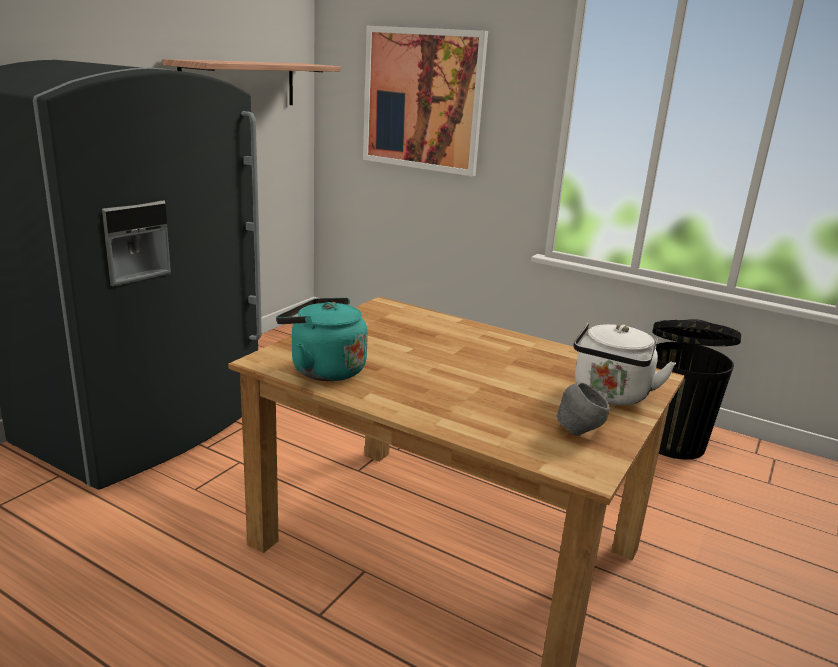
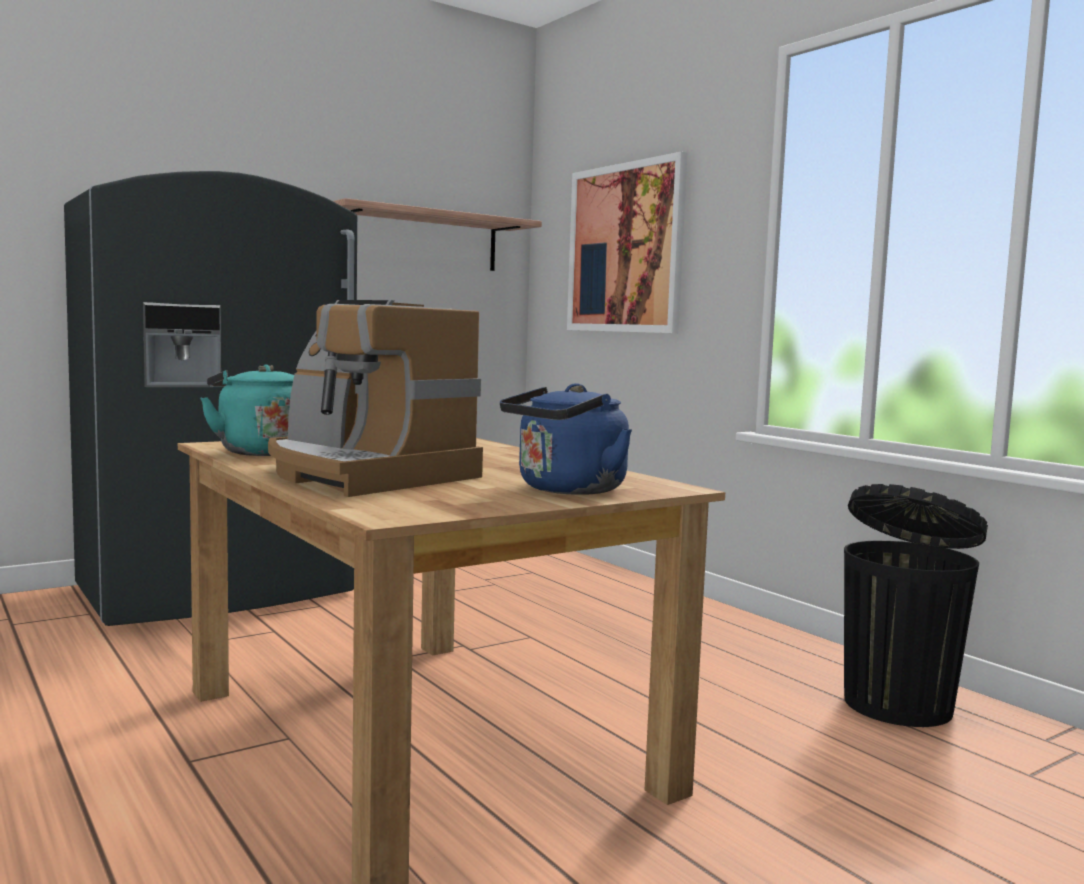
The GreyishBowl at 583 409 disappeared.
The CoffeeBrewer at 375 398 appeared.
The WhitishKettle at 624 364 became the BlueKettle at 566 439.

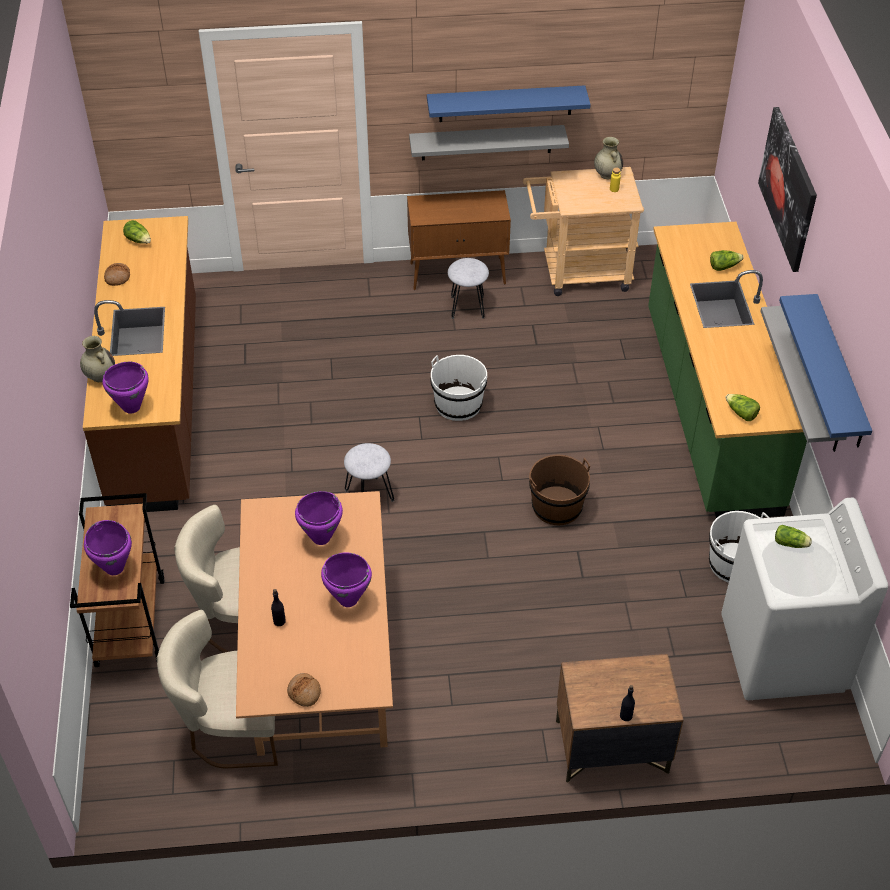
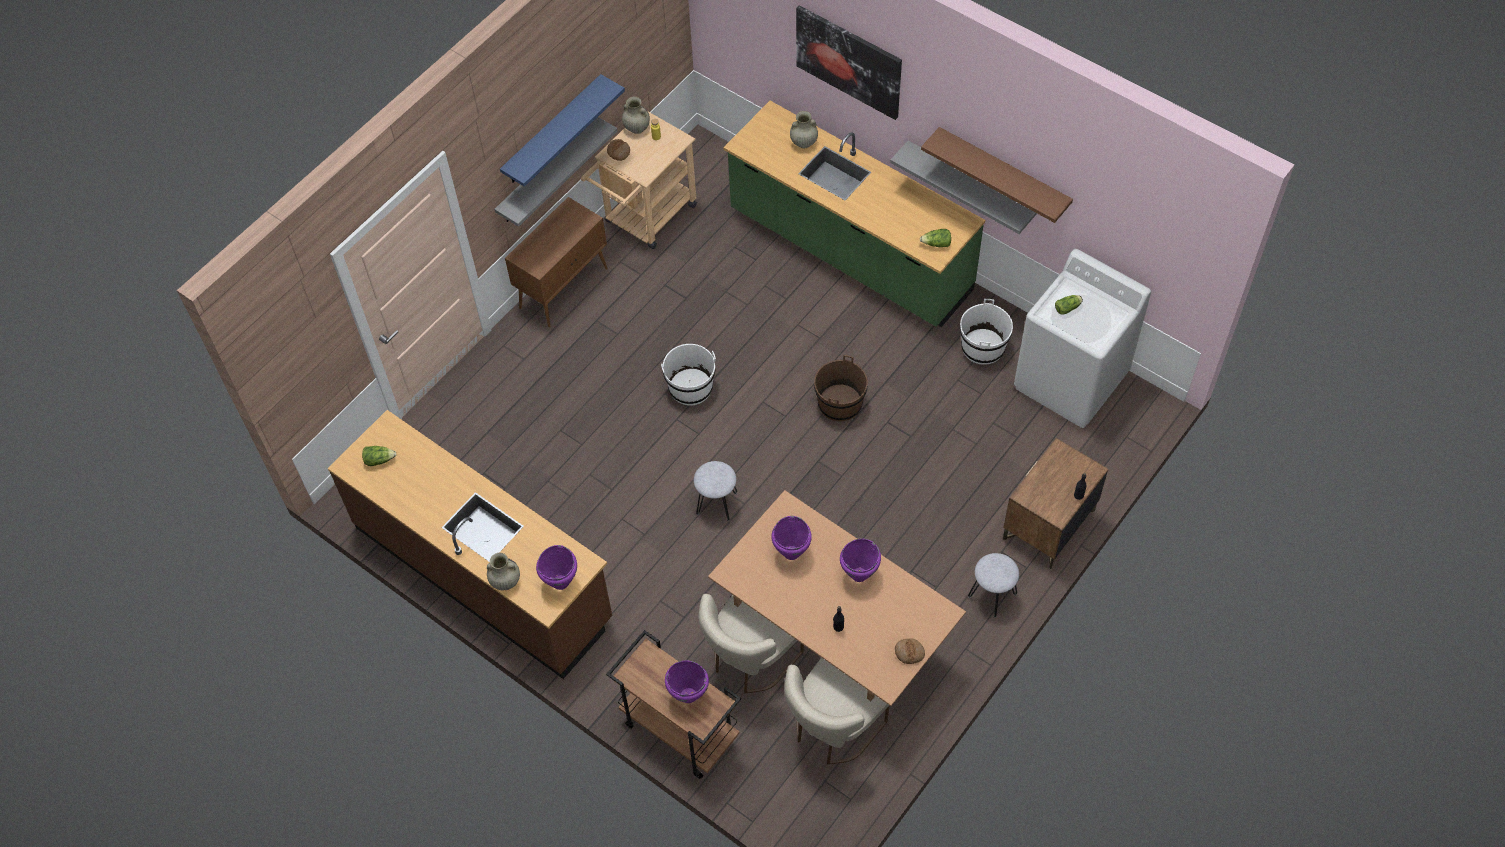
The BakeryBread moved from 117 274 to 618 150.
The GreyishStoolSeat moved from 468 288 to 993 585.
The HeadOfLettuce at 727 260 was replaced by the SandColouredVase at 804 129.
The BlueWallShelf at 825 370 became the BrownColouredWallShelf at 997 175.

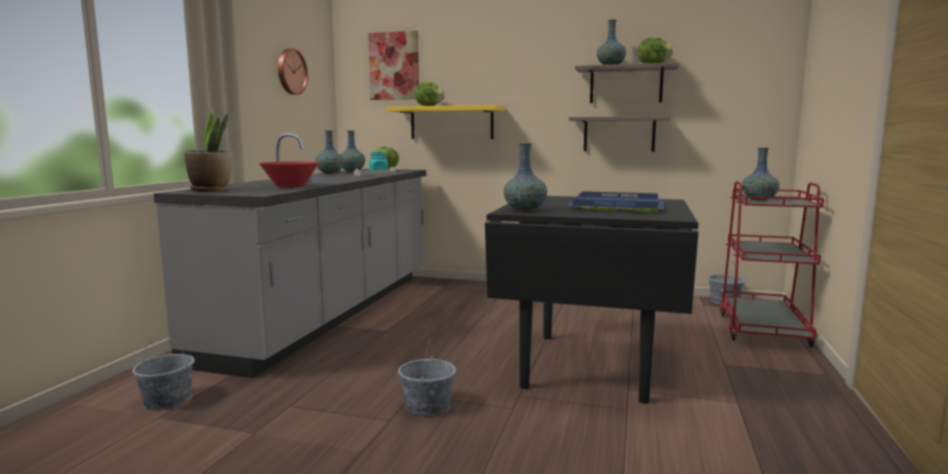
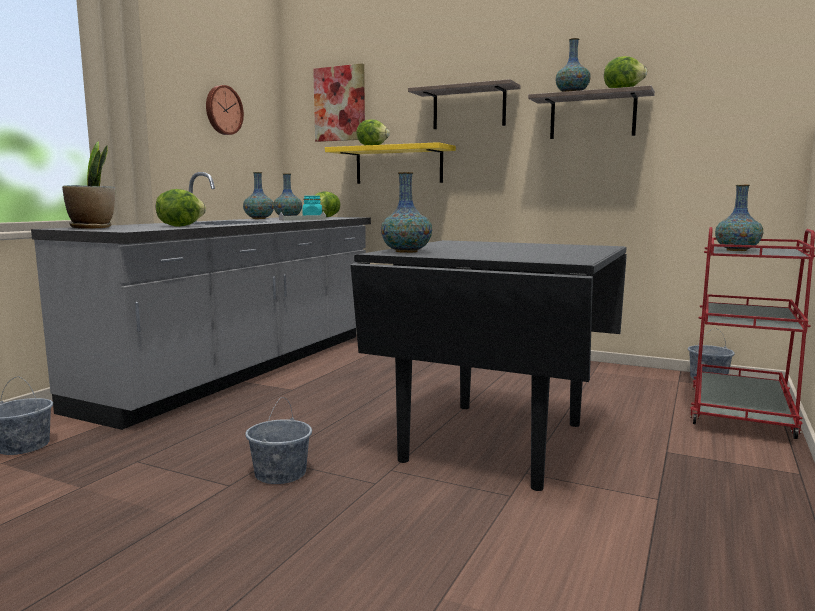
The BlueCarryingTray at 615 202 disappeared.
The WallShelf moved from 620 134 to 464 104.
The RedBowl at 289 174 was replaced by the HeadOfLettuce at 181 208.

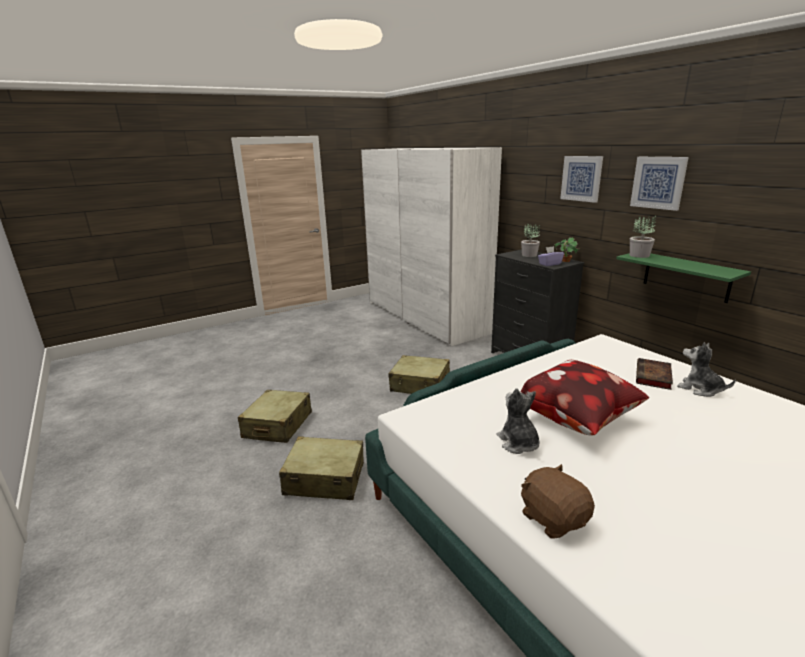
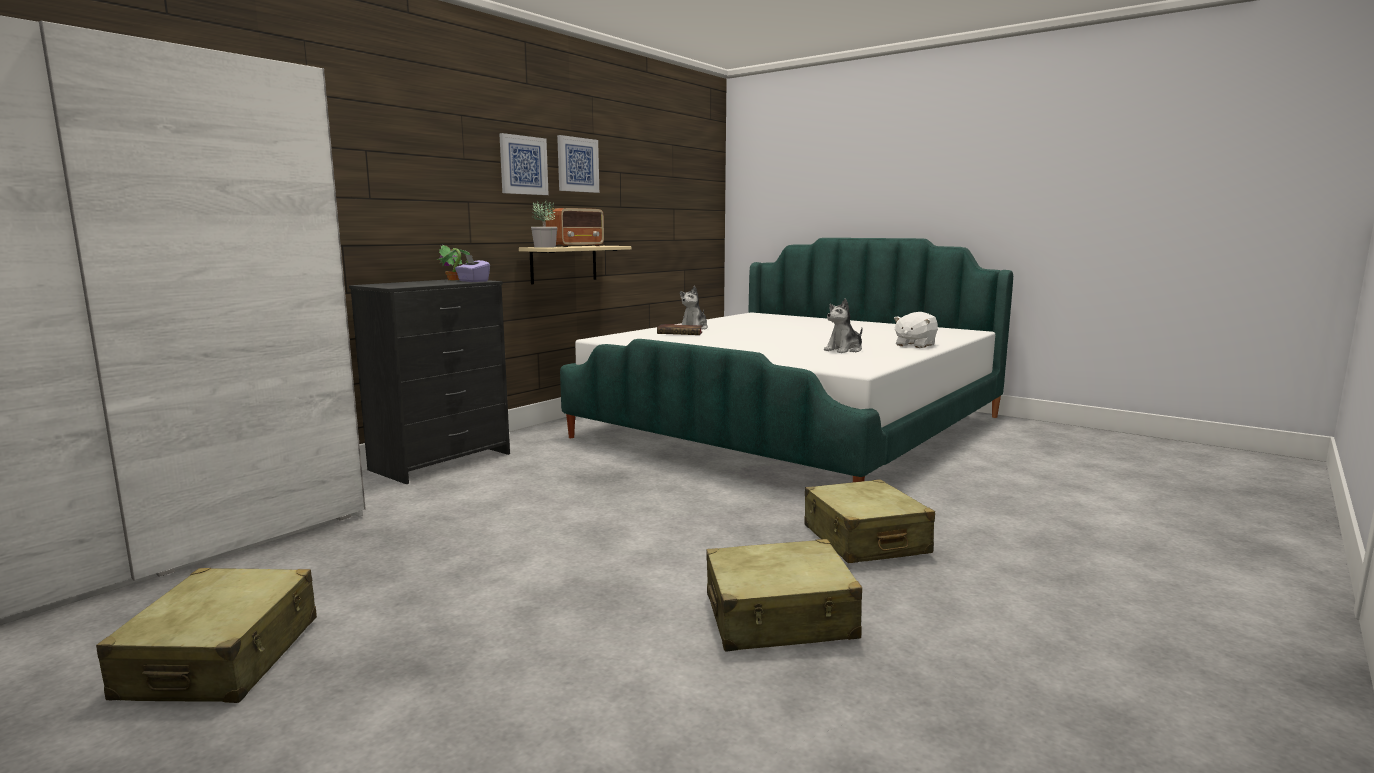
The Pillow at 584 398 disappeared.
The PottedPlant at 530 240 disappeared.
The RadioReceiver at 574 227 appeared.
The SandColouredTravelCase moved from 419 374 to 206 635.
The WallPicture moved from 581 179 to 578 164.
The BrownColouredCuddlyToy at 558 501 became the WhitishCuddlyToy at 915 330.
The GreenishWallShelf at 683 278 became the SandColouredWallShelf at 575 265.

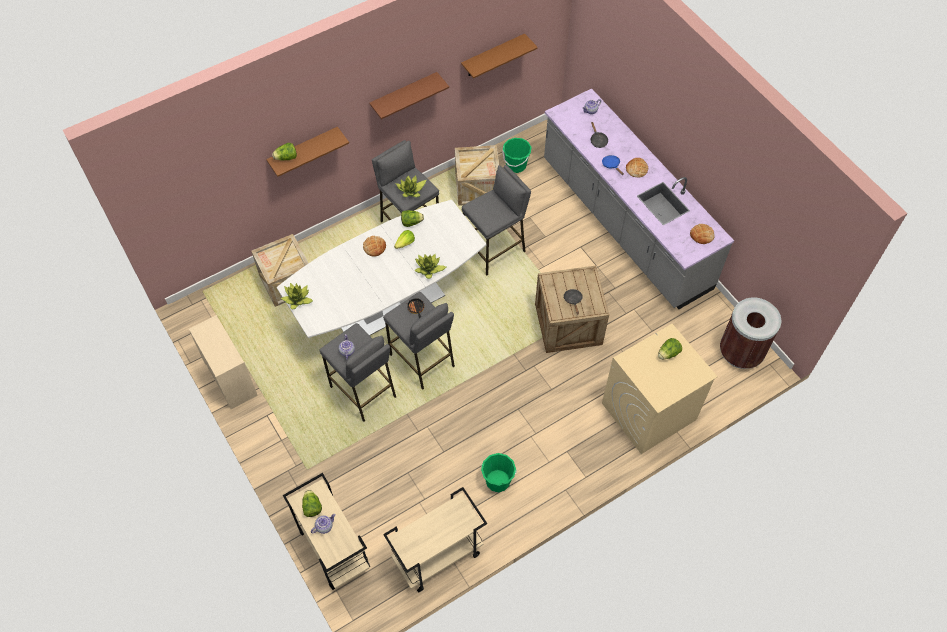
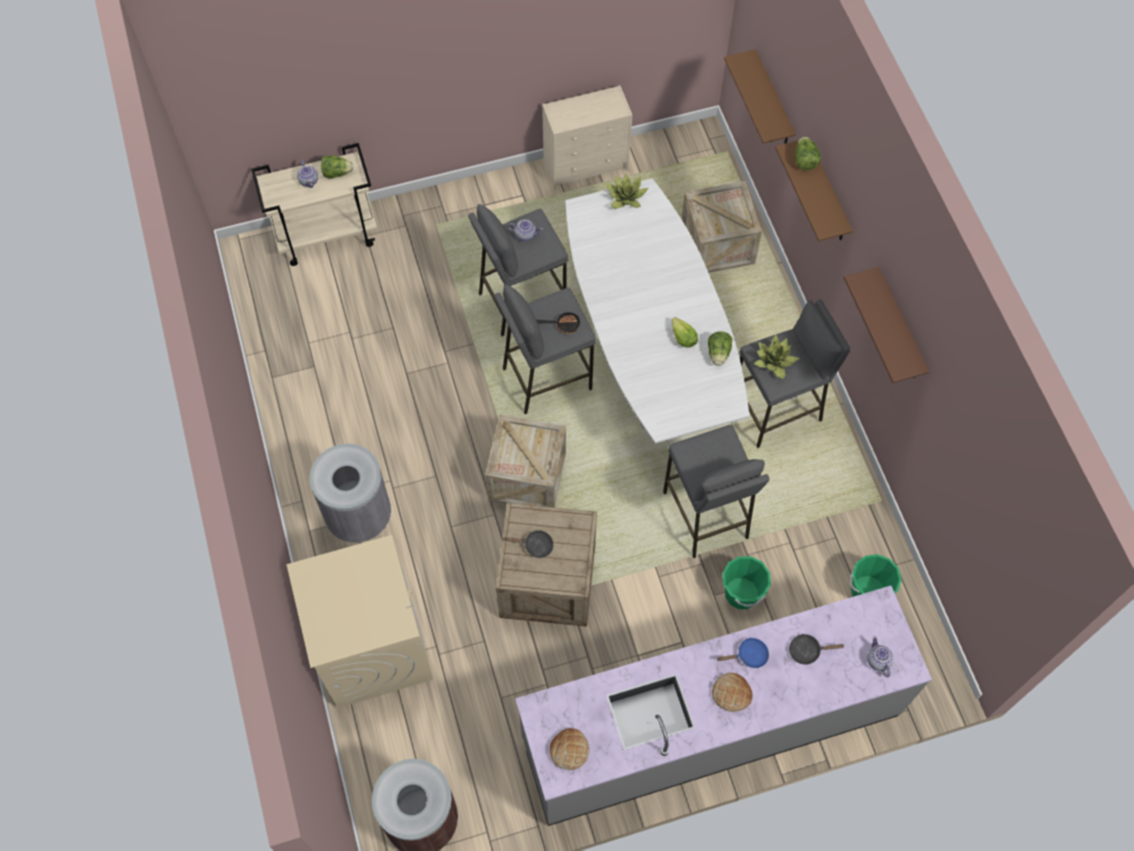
The BakeryBread at 374 246 disappeared.
The SandColouredCart at 435 540 disappeared.
The PottedPlant at 430 266 disappeared.
The HeadOfLettuce at 670 349 disappeared.
The GreyishTrashCan at 350 493 appeared.
The ShippingCrate moved from 477 175 to 525 461.
The BrownColouredWallShelf moved from 499 56 to 760 96.
The GreenishWaterBucket moved from 499 472 to 747 582.

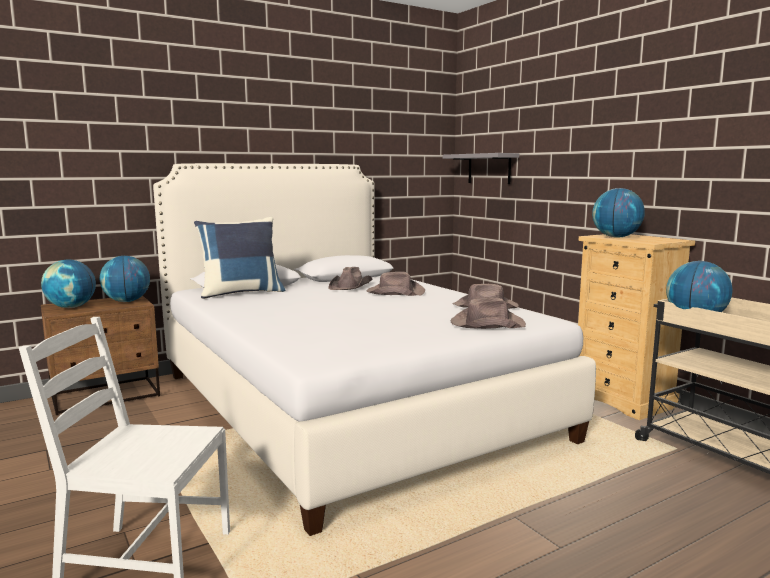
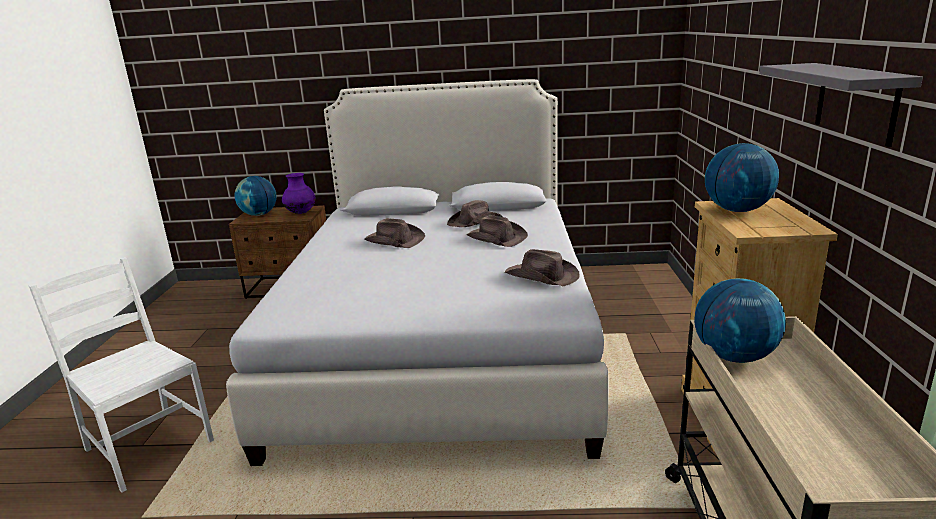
The BluePillow at 239 258 disappeared.
The GreyishWallShelf moved from 481 168 to 841 105.
The BrownColouredClothingHat moved from 488 313 to 394 233.
The DeskGlobe at 125 279 was replaced by the PurplishVase at 298 193.

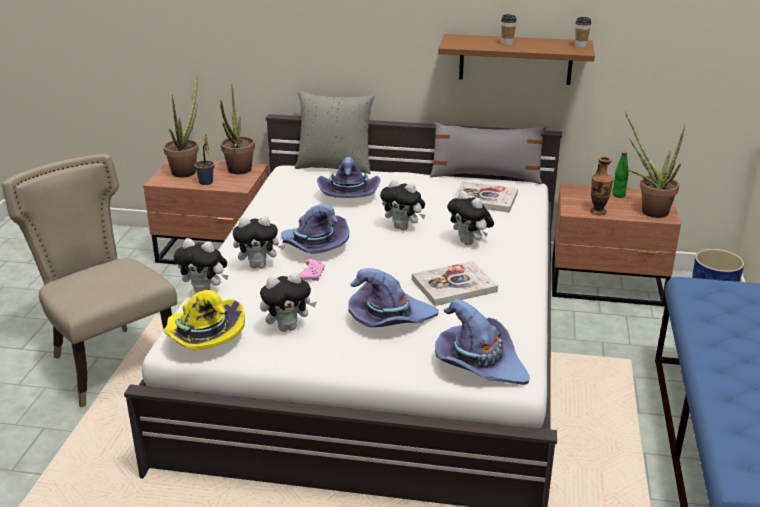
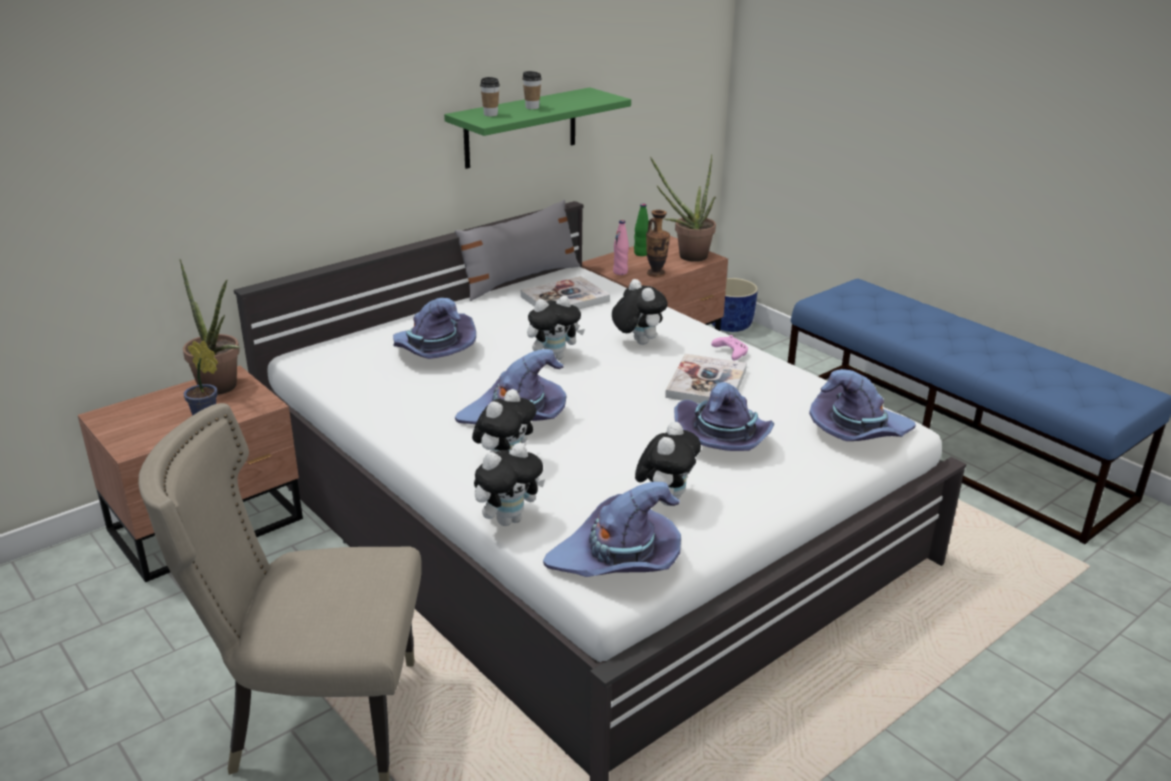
The PottedPlant at 181 127 disappeared.
The GreyishPillow at 334 132 disappeared.
The PinkishBeverageBottle at 621 247 appeared.
The PinkishJoypad moved from 312 270 to 729 347.
The SmallCup moved from 583 32 to 490 96.
The YellowishClothingHat at 204 320 became the PurplishClothingHat at 612 529.
The BrownColouredWallShelf at 516 59 became the GreenishWallShelf at 537 128.
The CuddlyToy at 470 218 turned 120 degrees counterclockwise.

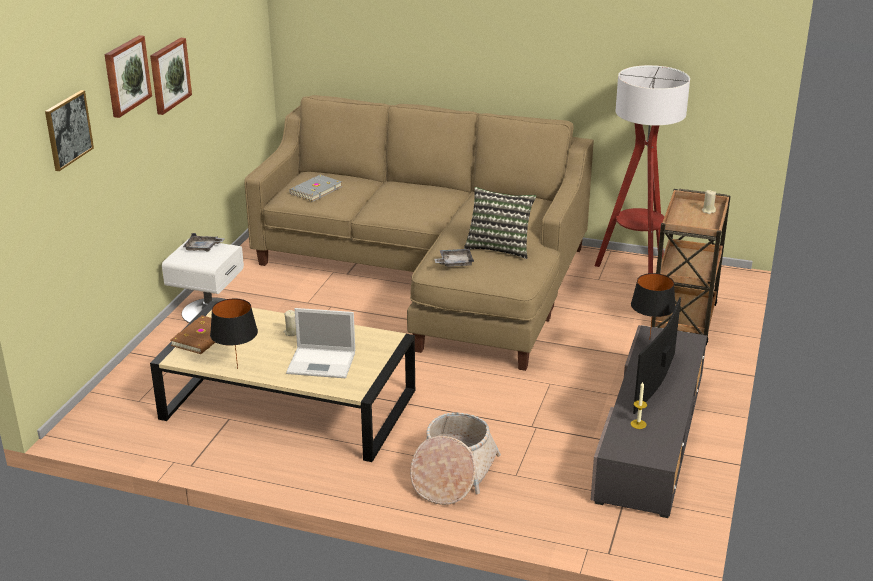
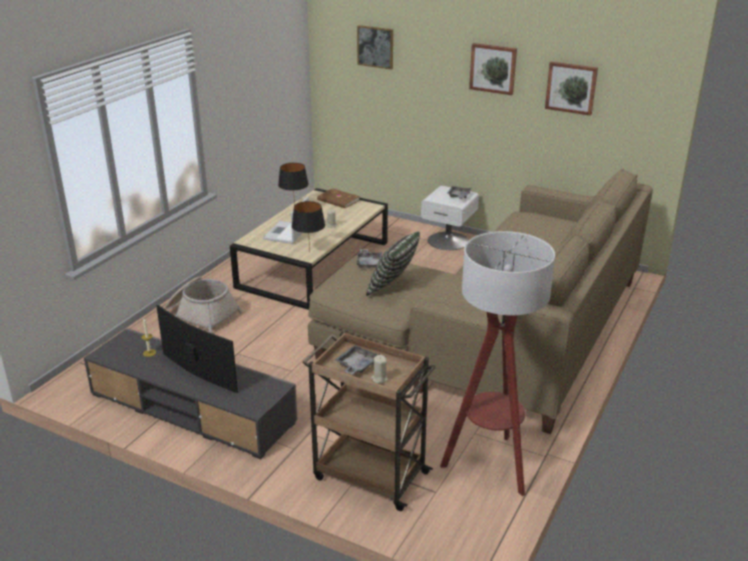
The GreyishBoundBook at 315 188 disappeared.
The GreyishCarryingTray at 357 359 appeared.
The WallPicture moved from 128 76 to 571 89.
The BlackishTableLamp moved from 653 304 to 308 227.

